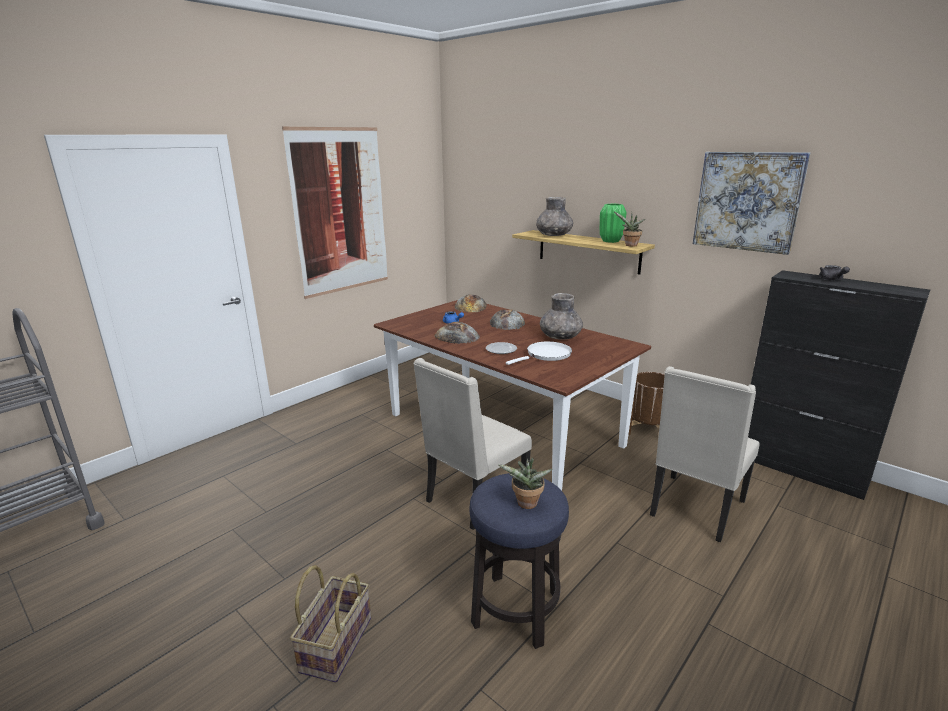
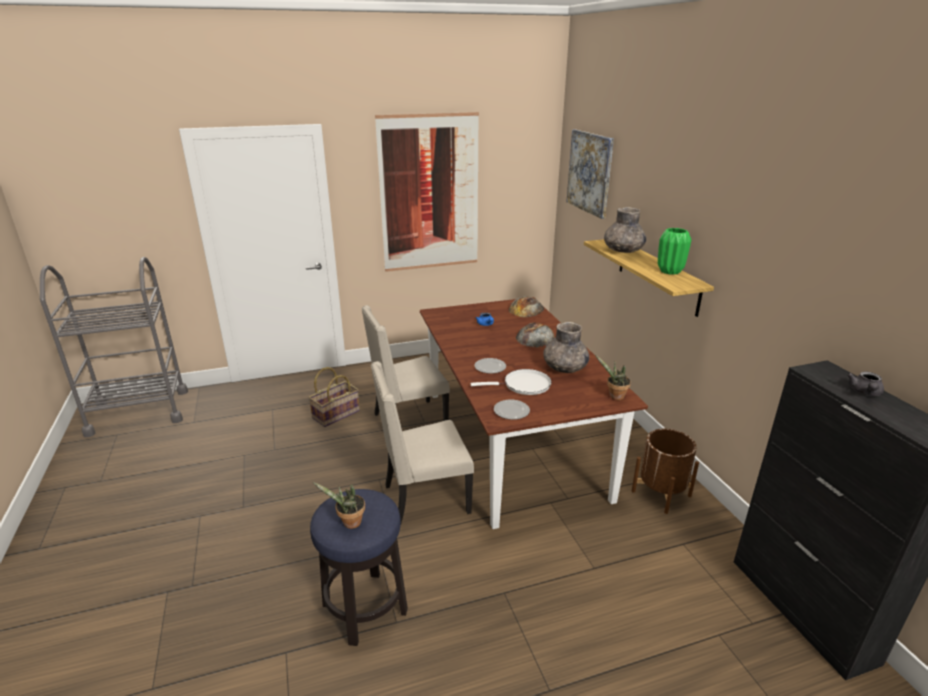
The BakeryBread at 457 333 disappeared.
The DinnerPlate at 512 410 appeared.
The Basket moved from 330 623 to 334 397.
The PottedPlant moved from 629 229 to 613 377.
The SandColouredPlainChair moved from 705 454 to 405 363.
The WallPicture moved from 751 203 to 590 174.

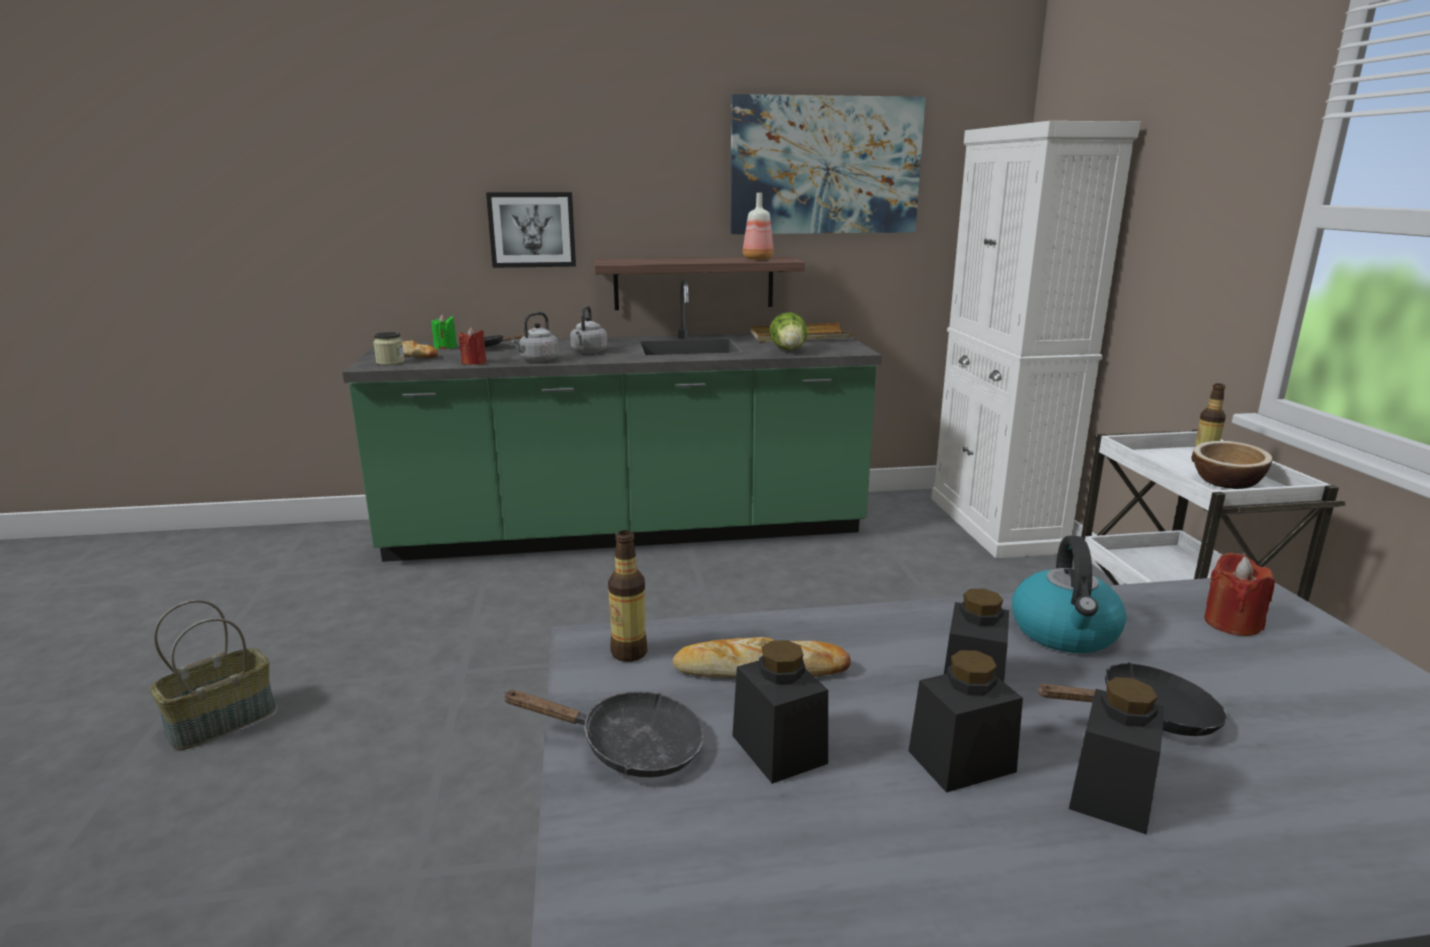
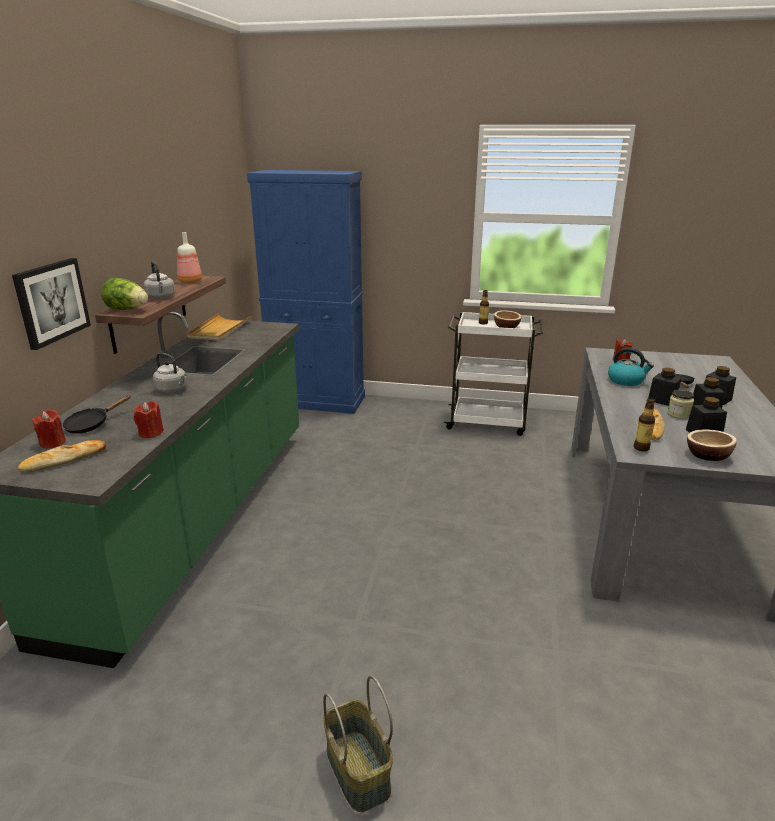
The WallPicture at 828 164 disappeared.
The Jar moved from 389 348 to 680 404.
The GreyishKettle moved from 535 337 to 159 280.
The HeadOfLettuce moved from 788 331 to 124 294.
The BlackishPan at 603 733 was replaced by the Bowl at 712 445.
The GreenishWaxLight at 444 331 became the RedWaxLight at 49 428.
The WhitishCupboard at 1036 339 became the BlueCupboard at 306 292.

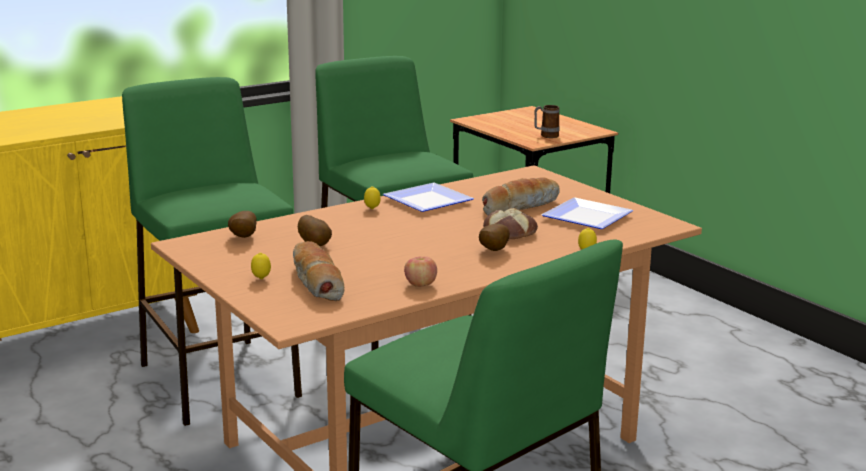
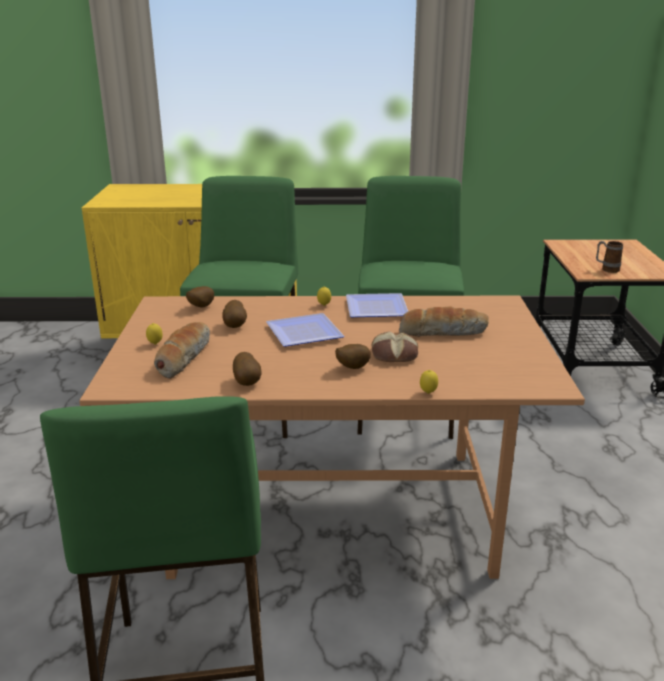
The DinnerPlate moved from 587 213 to 305 330.
The WholeApple at 420 271 was replaced by the Spud at 247 369.

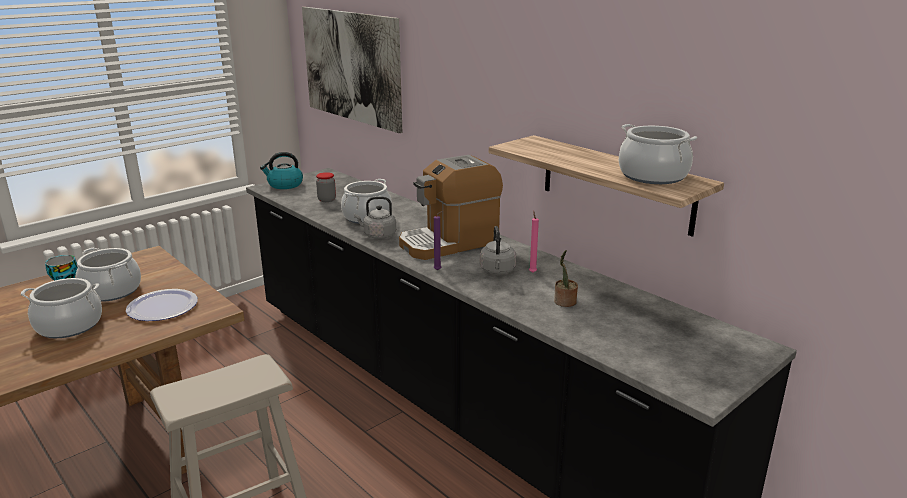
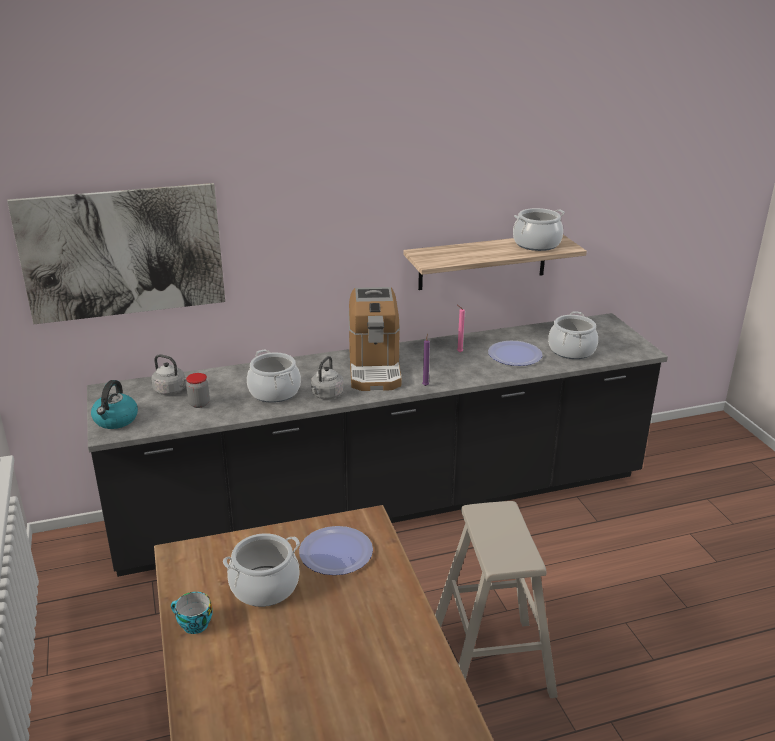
The CookingPot moved from 61 308 to 573 335.
The GreyishKettle moved from 498 250 to 169 374.
The PottedPlant at 566 278 was replaced by the DinnerPlate at 515 353.

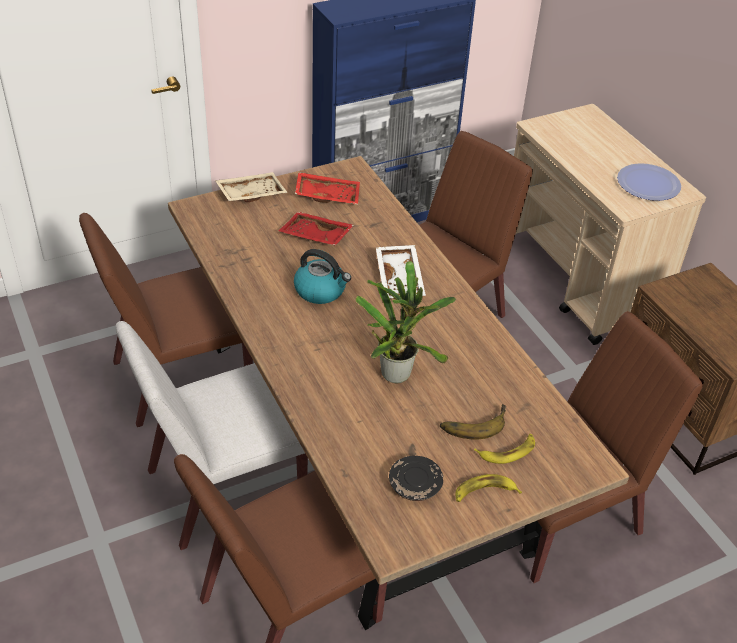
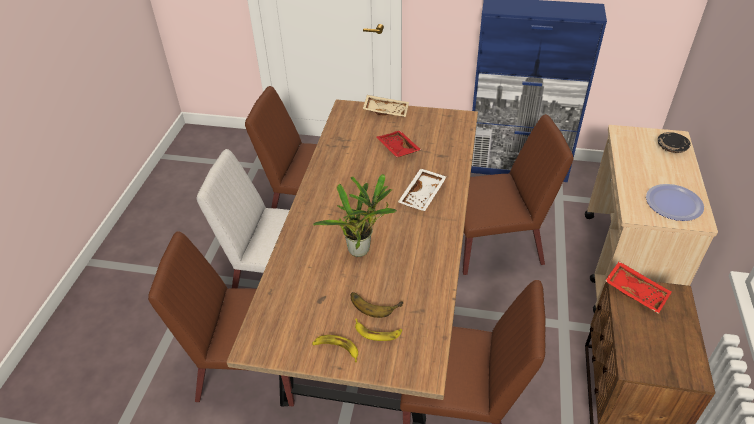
The Kettle at 322 276 disappeared.
The RedCarryingTray moved from 327 188 to 638 287.
The BlackishDinnerPlate moved from 416 478 to 674 142.

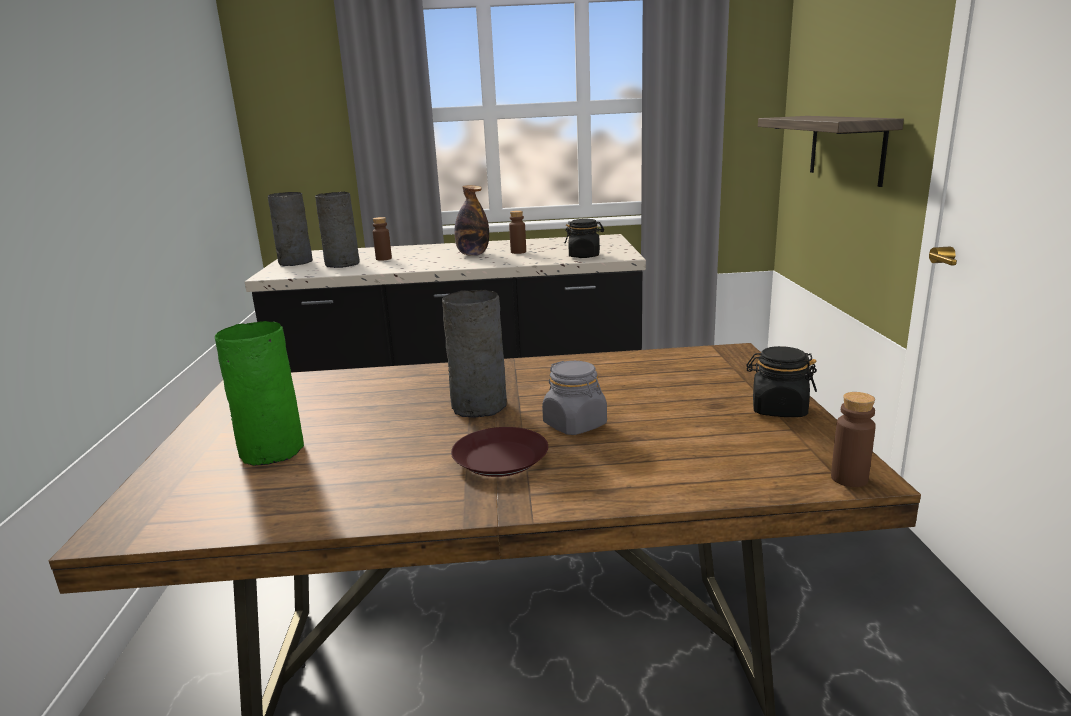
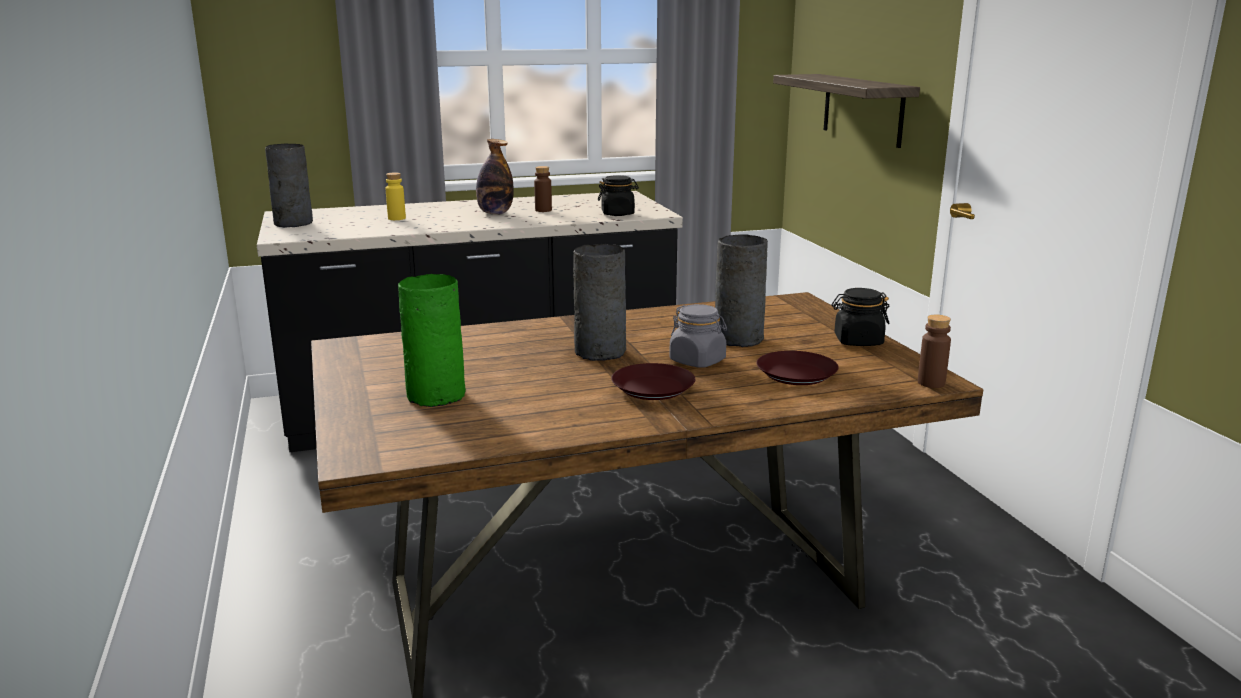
The BrownColouredDinnerPlate at 797 368 appeared.
The GreyishVase moved from 337 230 to 741 290.
The BrownColouredBeverageBottle at 382 239 became the YellowishBeverageBottle at 395 196.

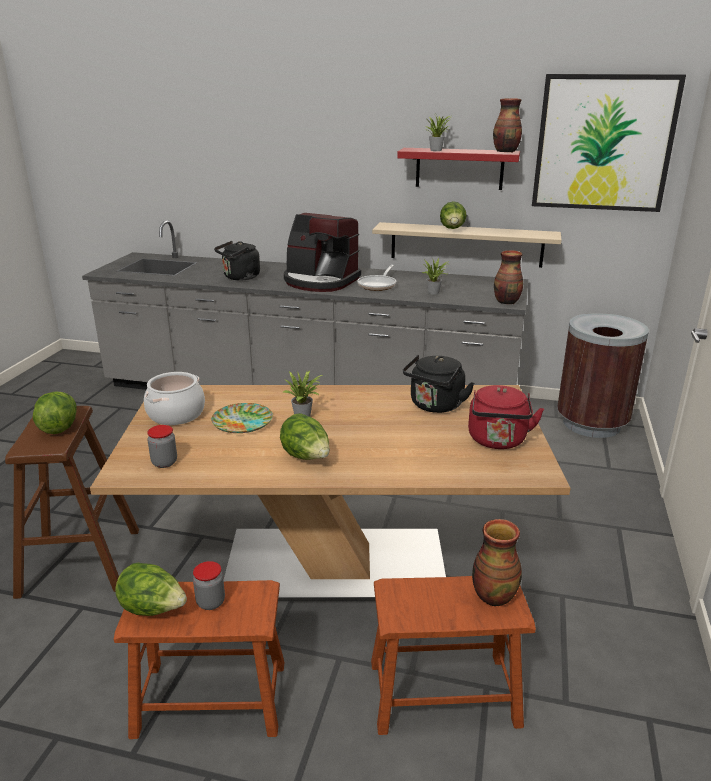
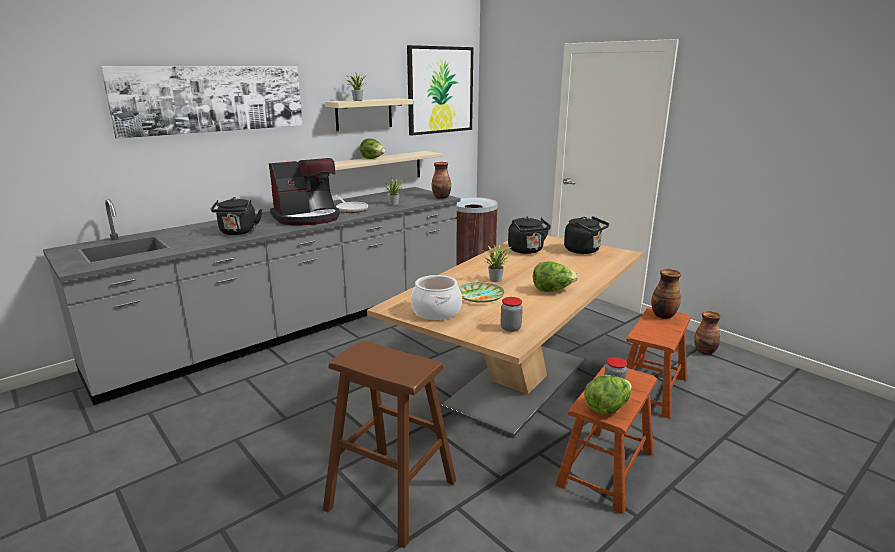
The HeadOfLettuce at 55 413 disappeared.
The WallPicture at 201 102 appeared.
The Vase moved from 507 125 to 707 333.
The RedWallShelf at 458 169 became the SandColouredWallShelf at 369 114.
The RedKettle at 506 417 became the BlackishKettle at 586 235.

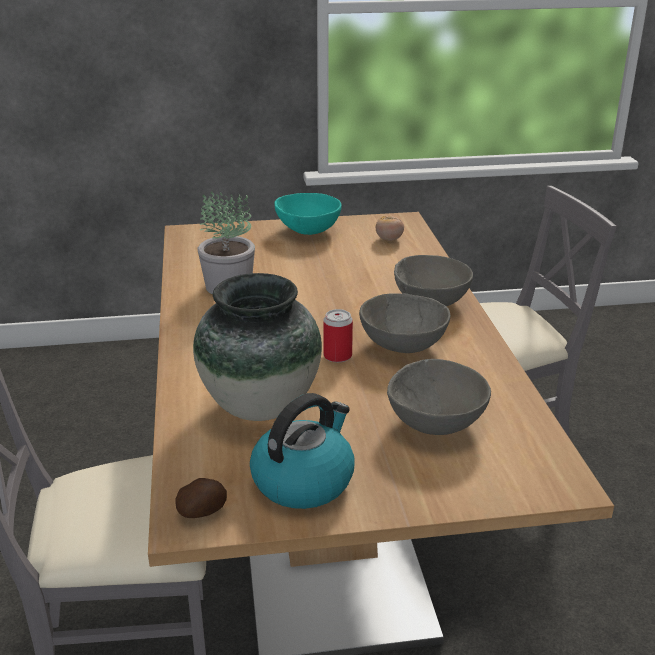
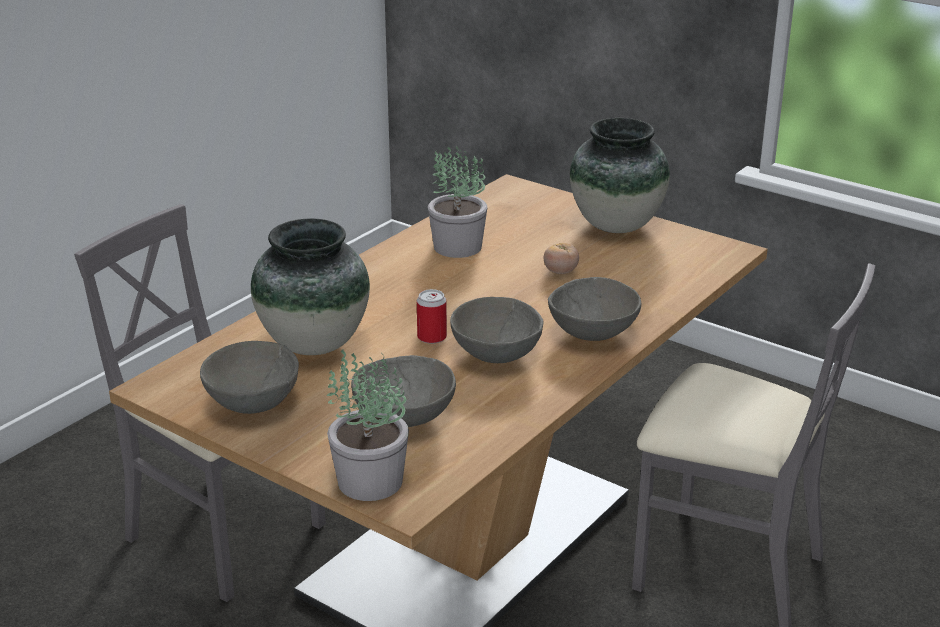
The Spud at 201 498 disappeared.
The PottedPlant at 368 425 appeared.
The FreshTomato moved from 390 228 to 561 258.
The Kettle at 302 451 was replaced by the GreyishBowl at 249 377.
The TurquoiseBowl at 308 214 was replaced by the Vase at 620 175.

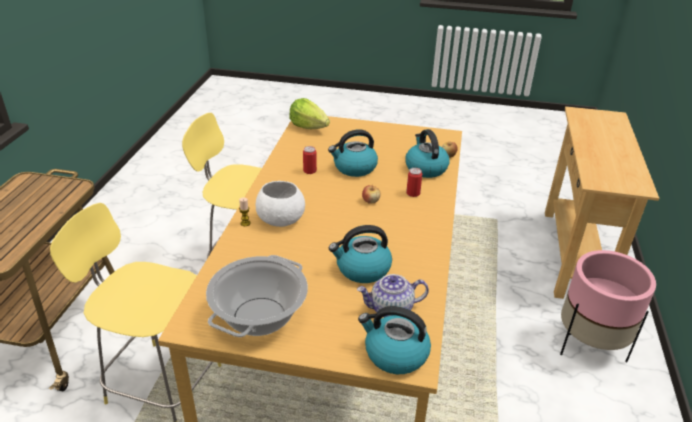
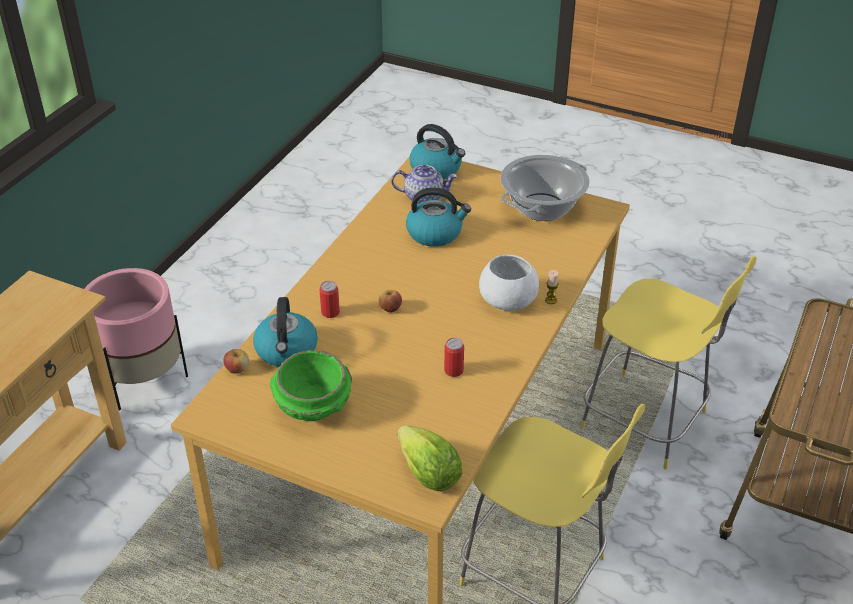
The Kettle at 353 153 disappeared.
The GreenishBowl at 311 385 appeared.

